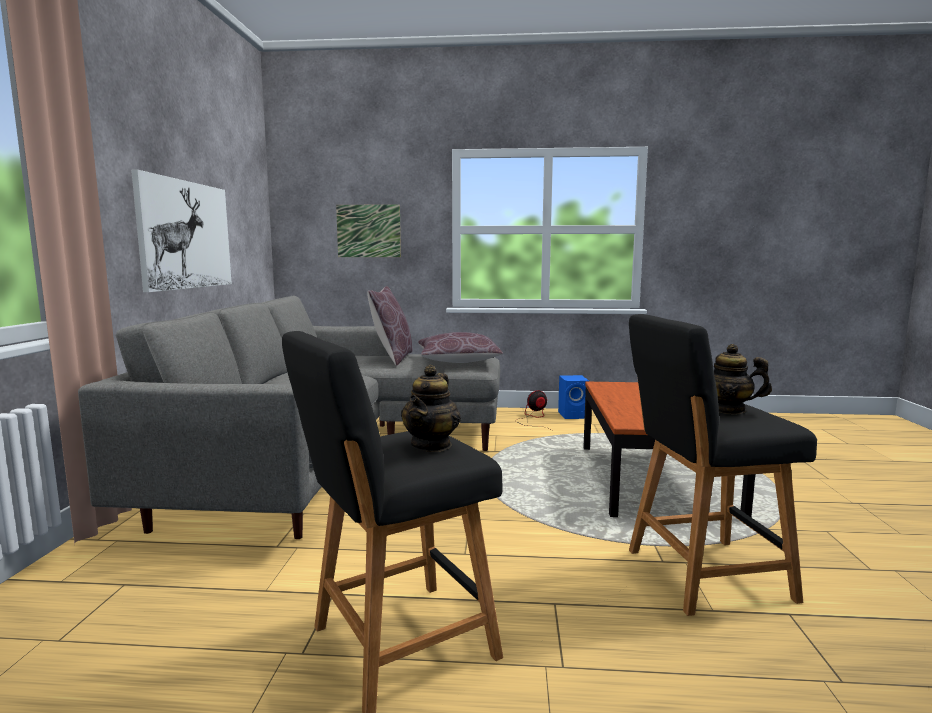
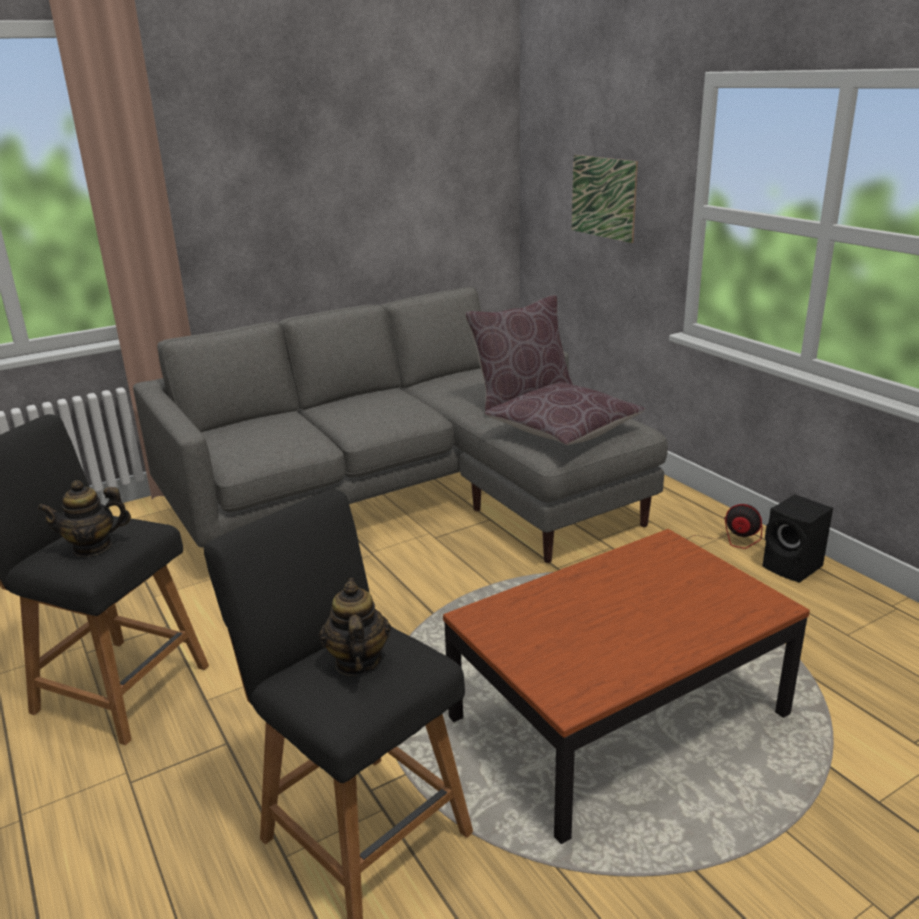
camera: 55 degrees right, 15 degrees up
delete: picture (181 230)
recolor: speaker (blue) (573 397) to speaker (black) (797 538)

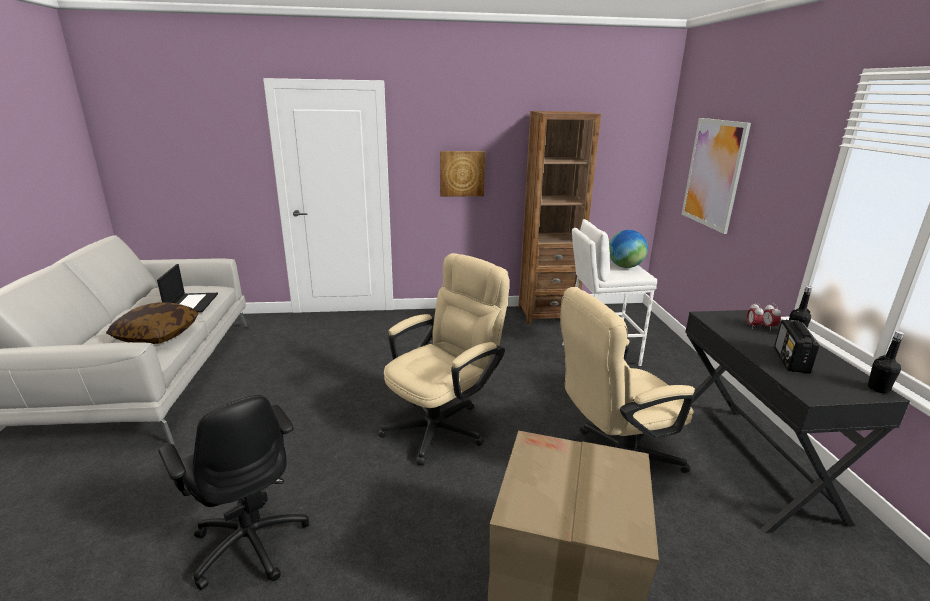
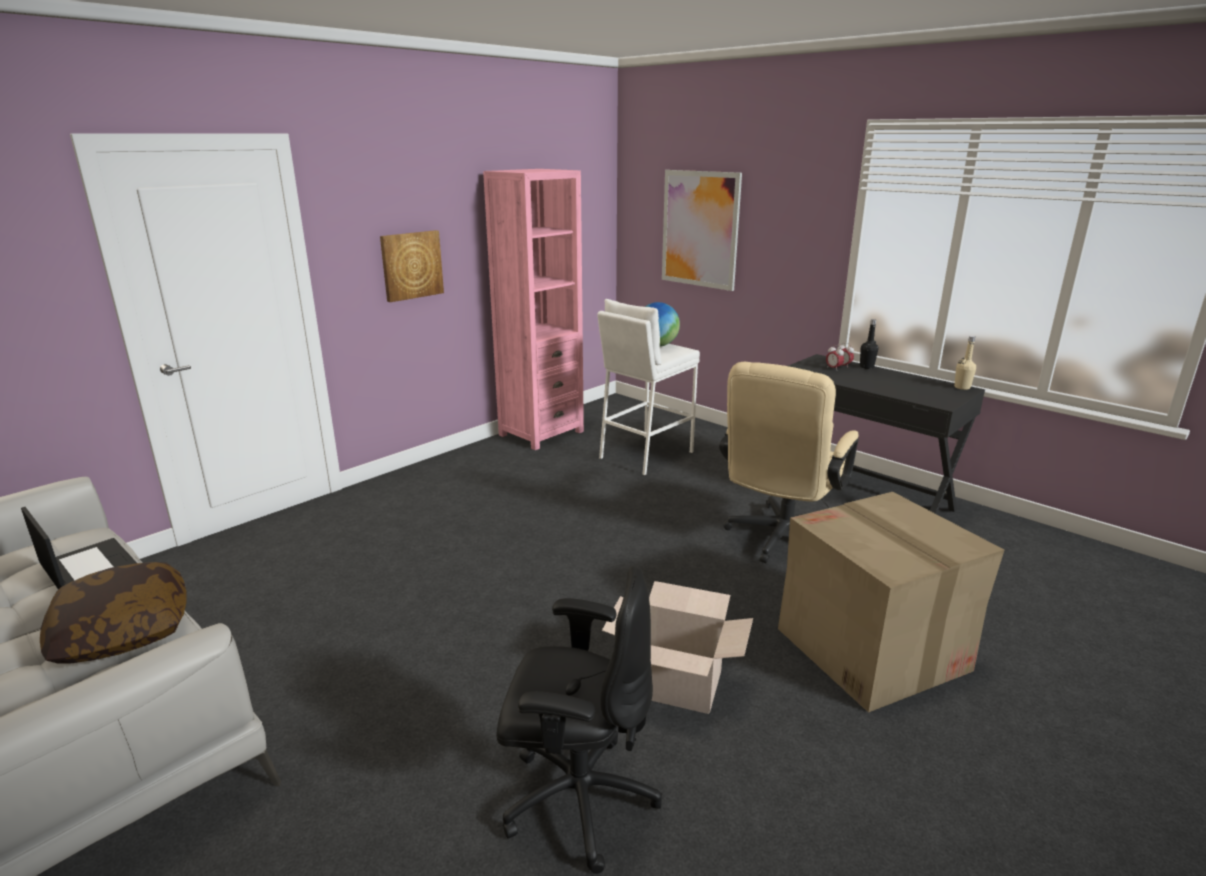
camera: 40 degrees left, 0 degrees up
delete: office chair (beige) (444 359); radio set (796 347)
insert: packing box (677 647)
recolor: bookshelf (brown) (559 217) to bookshelf (pink) (533 309); drink bottle (black) (886 362) to drink bottle (beige) (965 363)

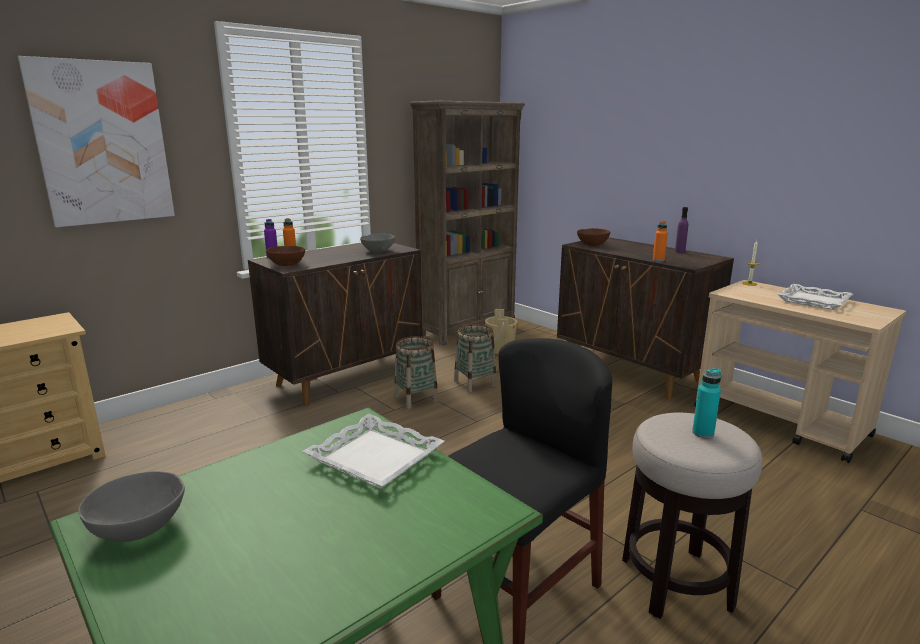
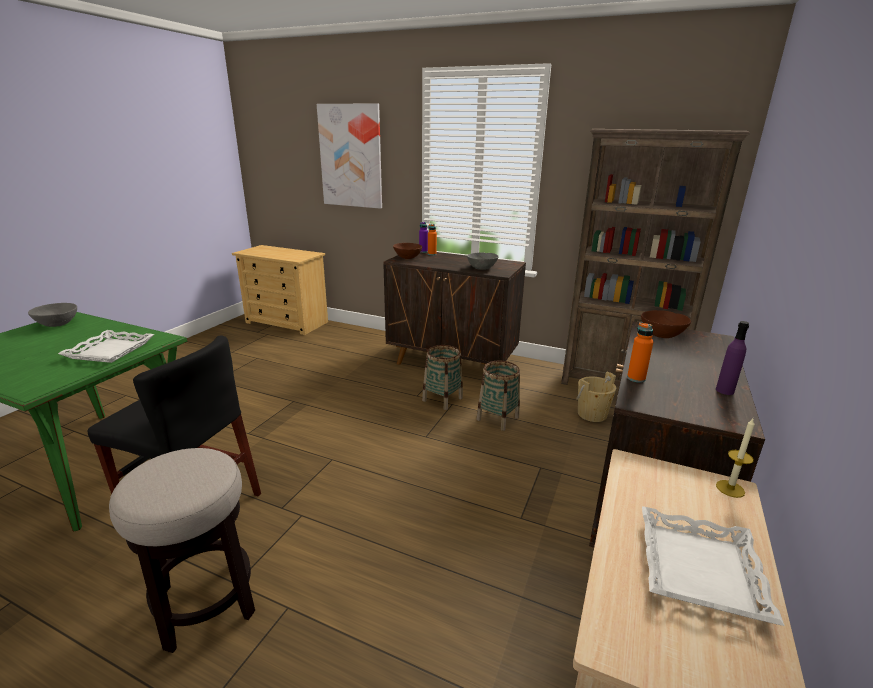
camera: 65 degrees right, 5 degrees up
delete: drink bottle (blue-green) (706 403)

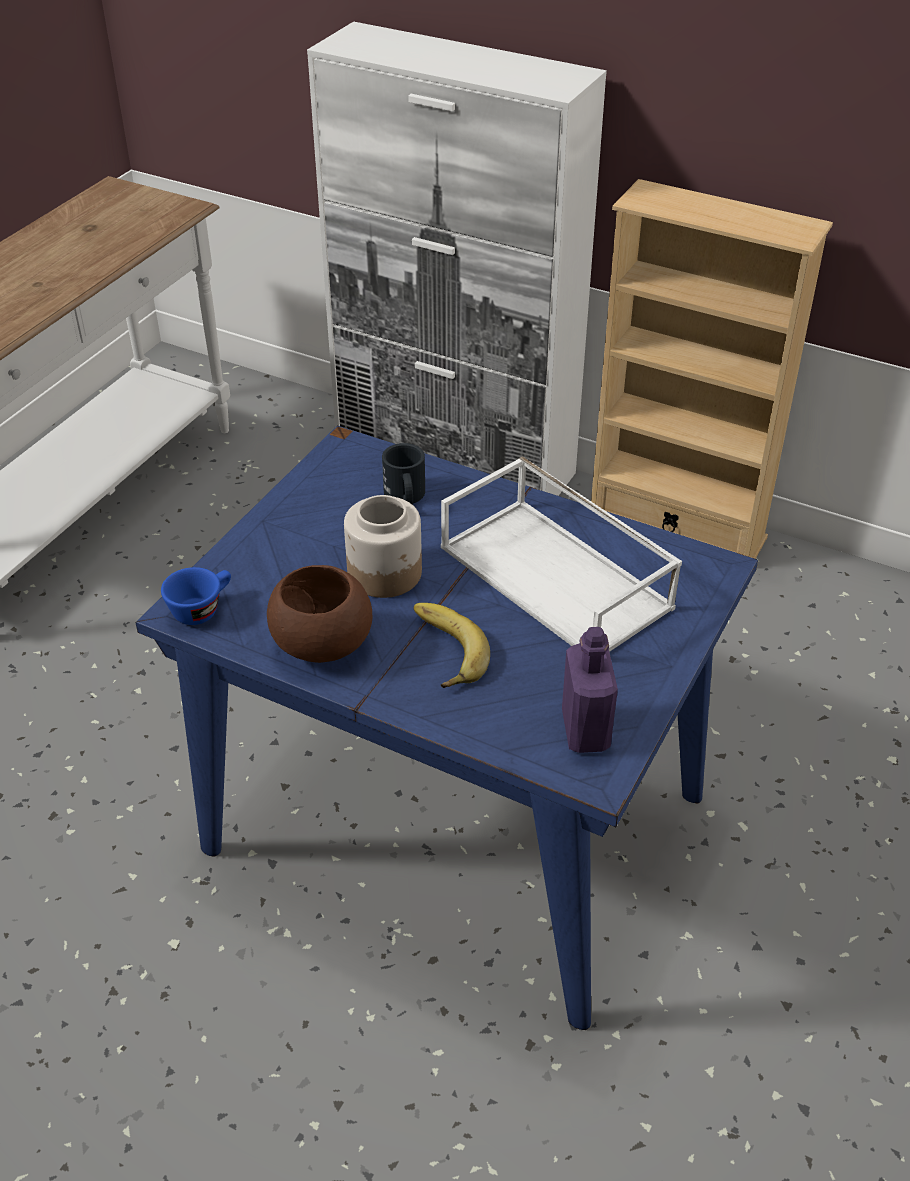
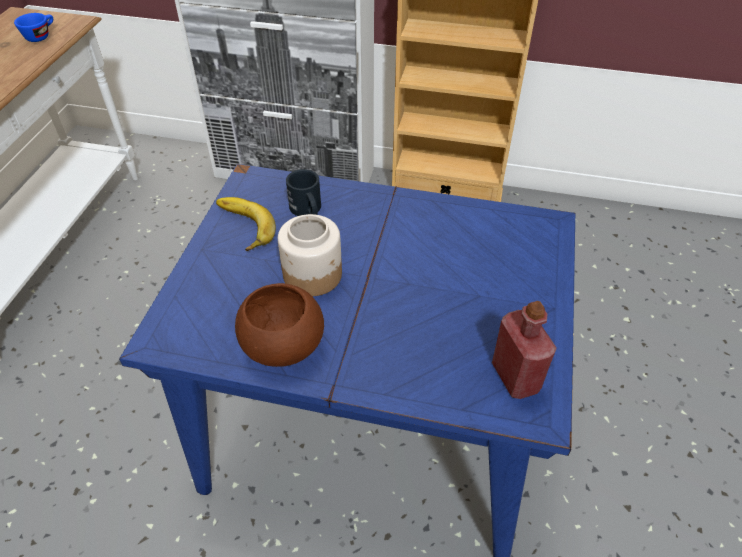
camera: 15 degrees left, 5 degrees up
delete: tray (white) (561 554)
move: small cup (blue) (196 596) to (33 27); banana fruit (452 645) to (246 224)
recolor: drink bottle (purple-coloured) (590 690) to drink bottle (red-coloured) (524 350)

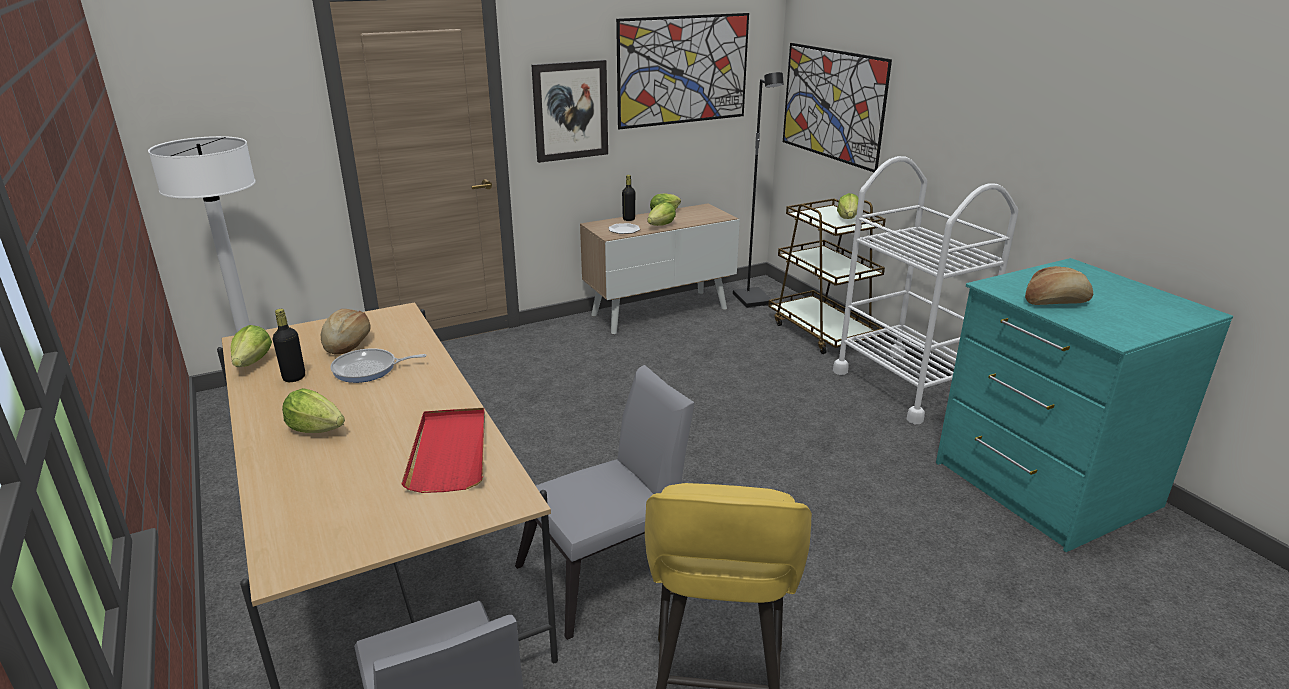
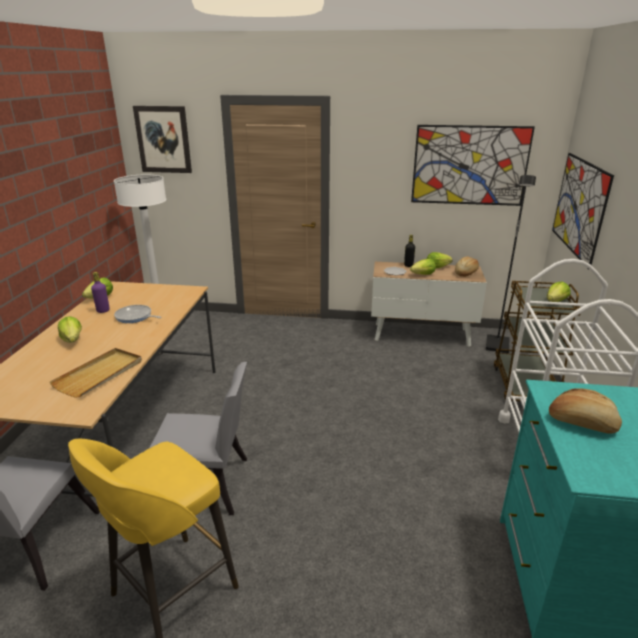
camera: 35 degrees right, 0 degrees up
move: bread (346 331) to (467 266); picture (570 111) to (162 139)
recolor: drink bottle (black) (289 345) to drink bottle (purple-coloured) (100 292); tray (red-coloured) (443 450) to tray (beige) (96 373)

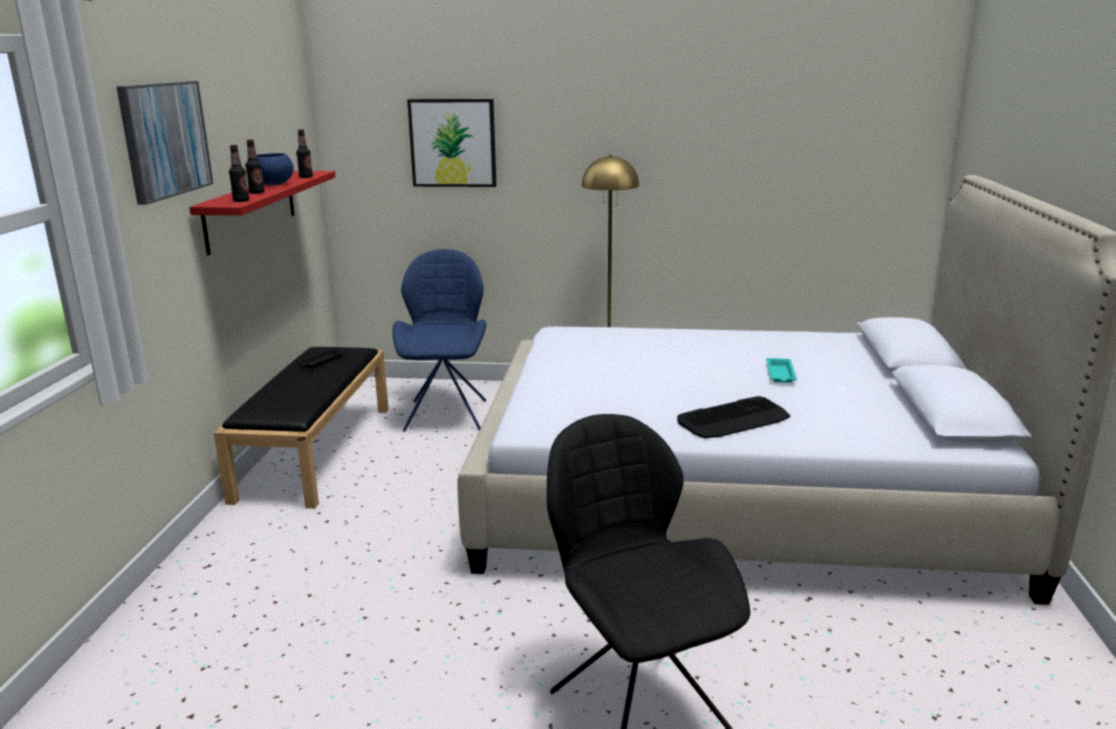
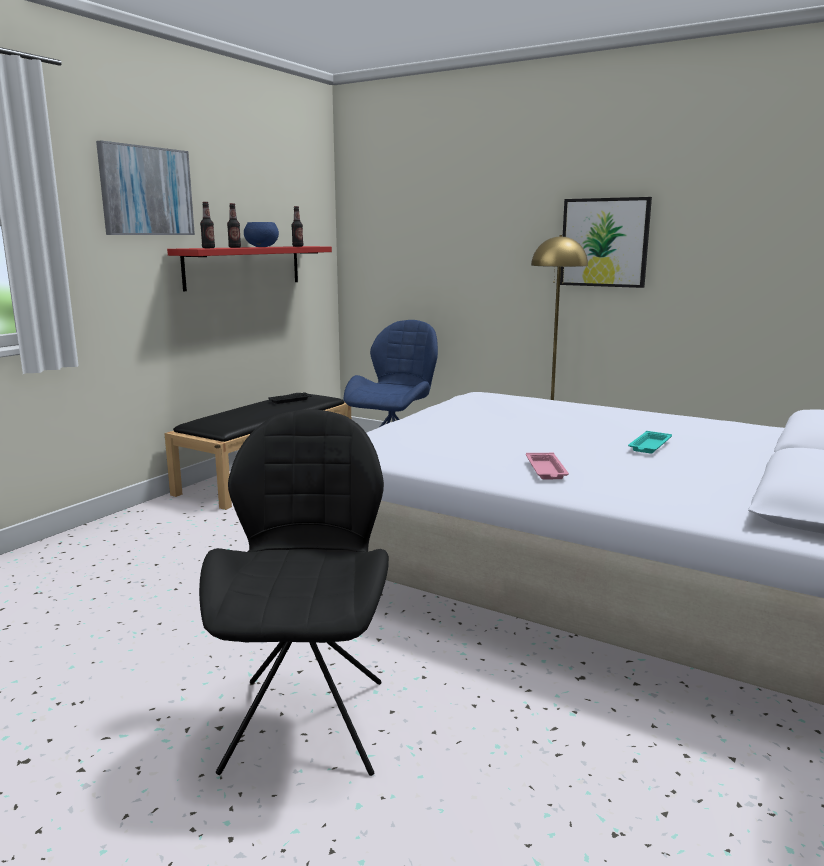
camera: 25 degrees right, 5 degrees down
move: picture (452 143) to (606 242)
replace: PC keyboard (733 417) to tray (pink) (547 466)

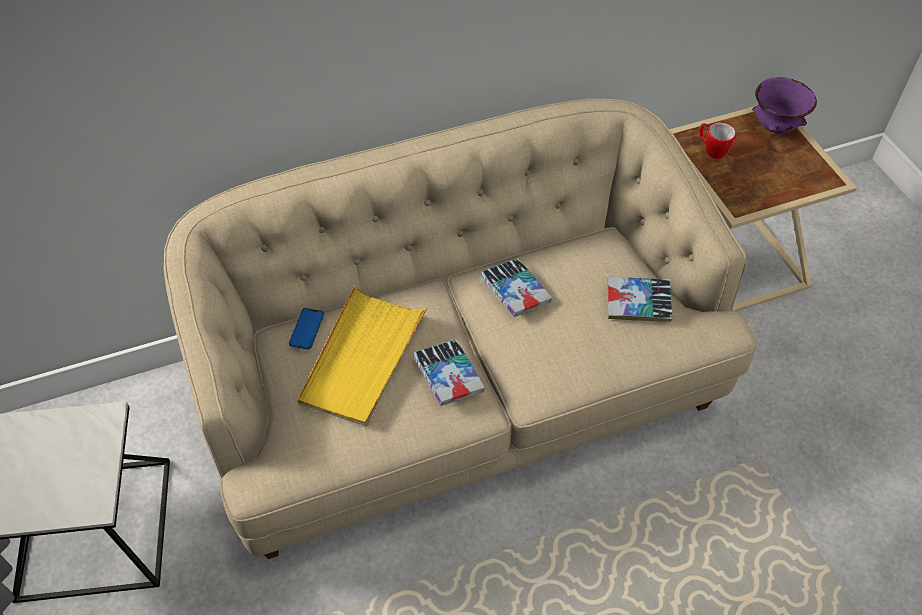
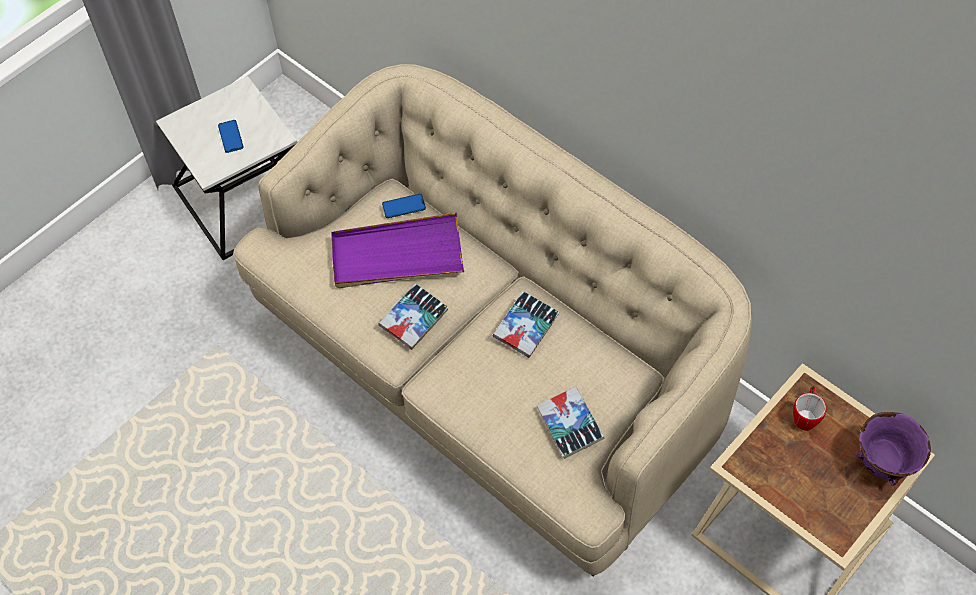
camera: 65 degrees right, 5 degrees up
insert: phone (231 136)
recolor: tray (yellow) (362 355) to tray (purple-coloured) (397 250)

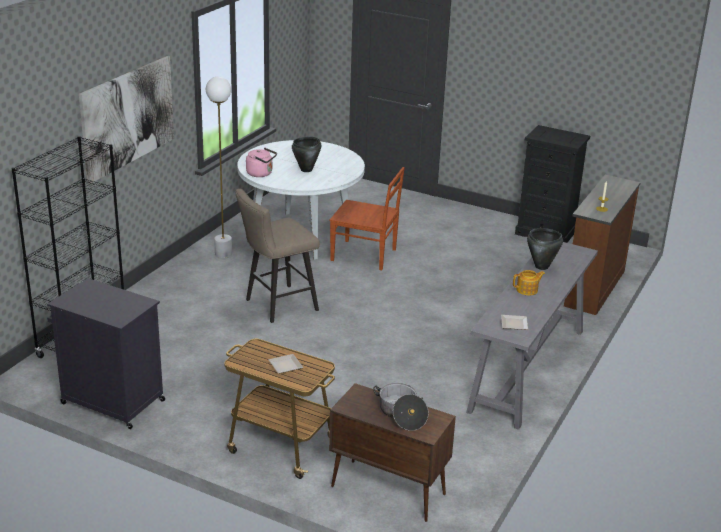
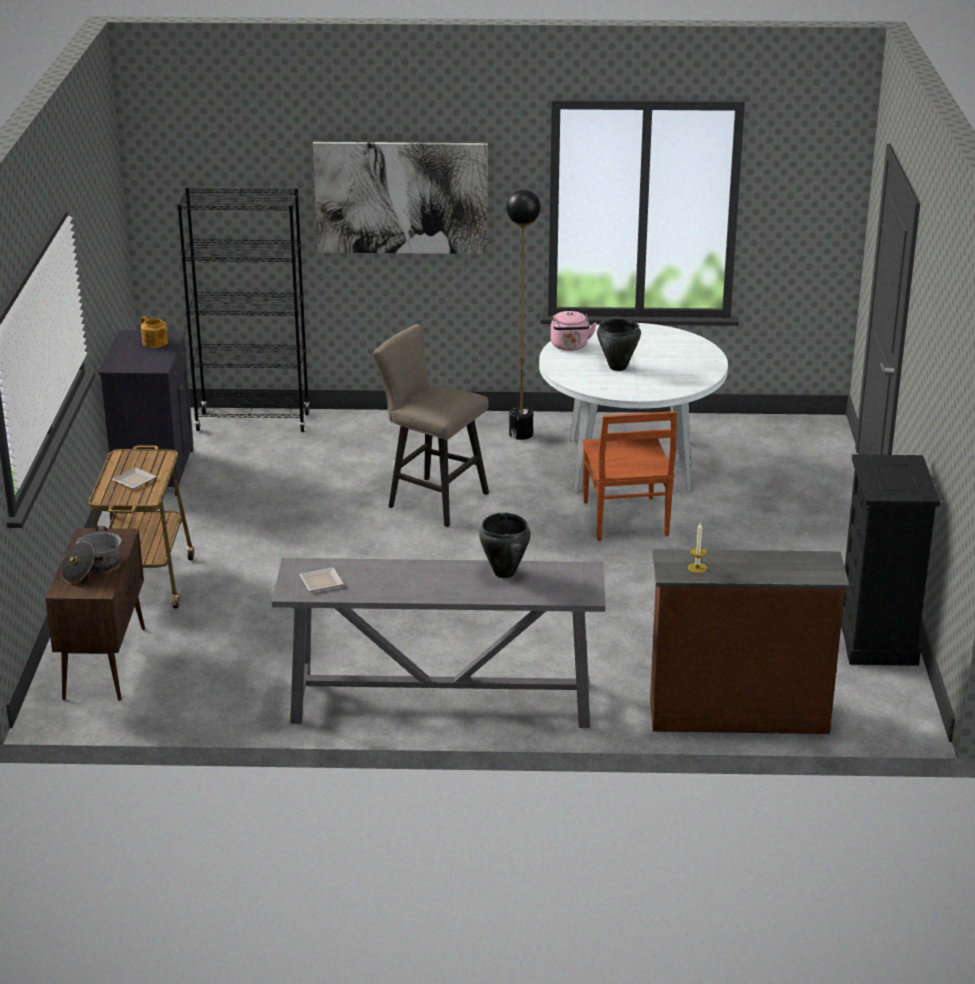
camera: 65 degrees right, 0 degrees up
move: pot for tea (529 282) to (154 332)
recolor: floor lamp (white) (219 167) to floor lamp (black) (523 314)

